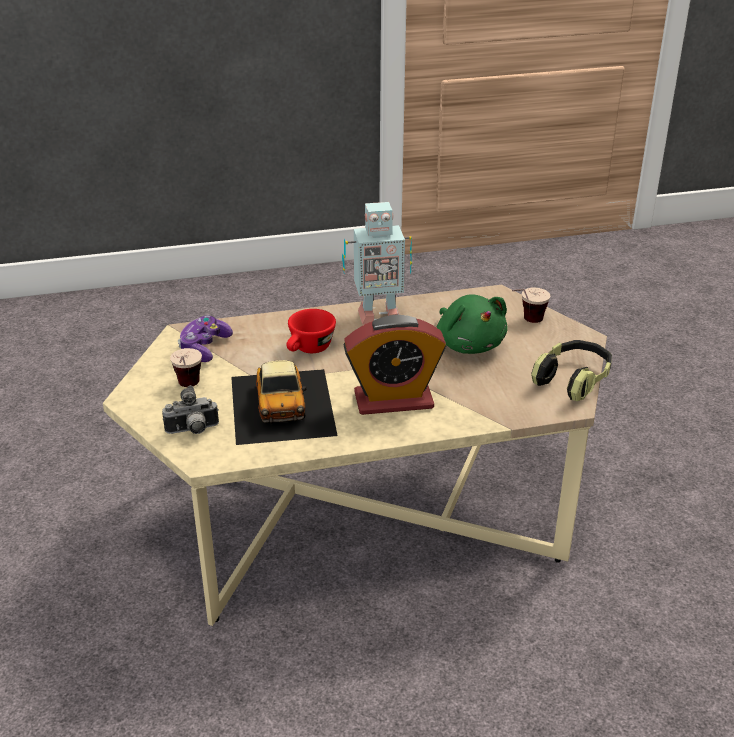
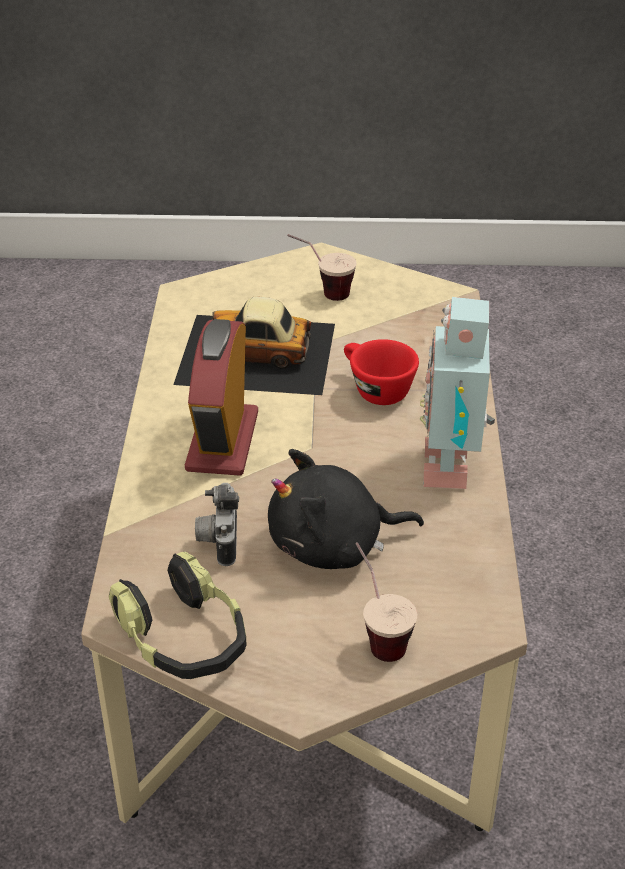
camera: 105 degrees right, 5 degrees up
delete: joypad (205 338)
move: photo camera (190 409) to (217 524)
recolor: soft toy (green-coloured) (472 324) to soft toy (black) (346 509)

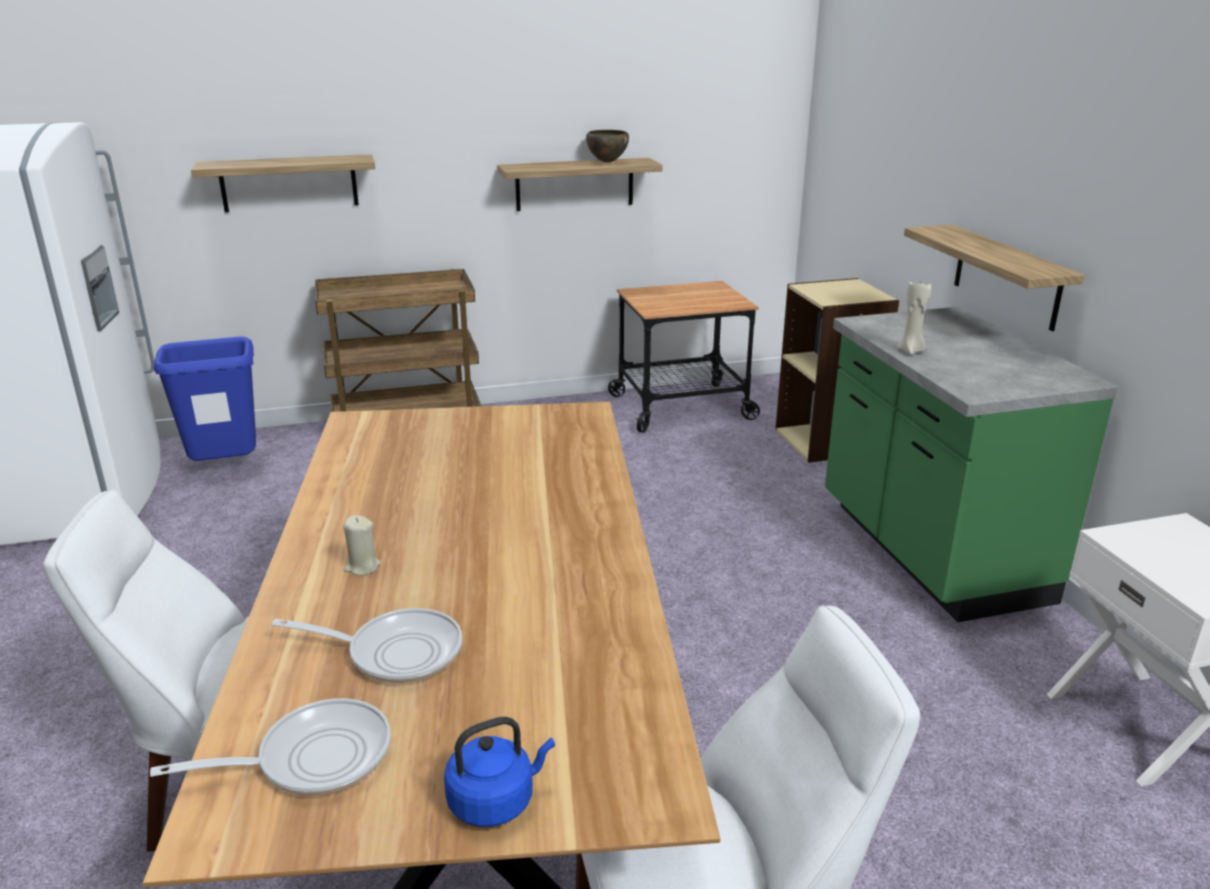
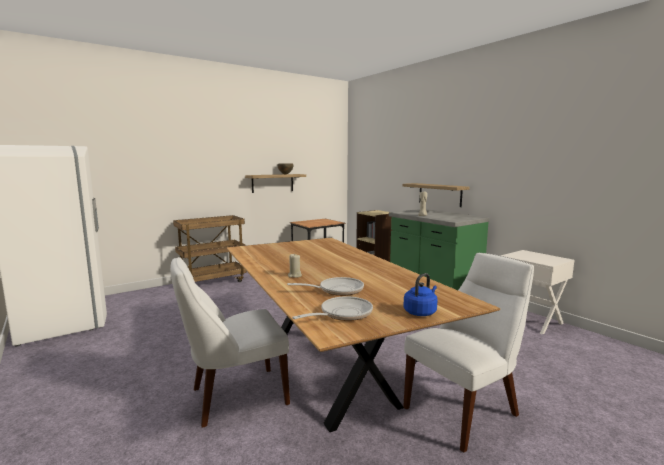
camera: 20 degrees left, 15 degrees down
delete: waste bin (blue) (205 398); wall shelf (283 183)

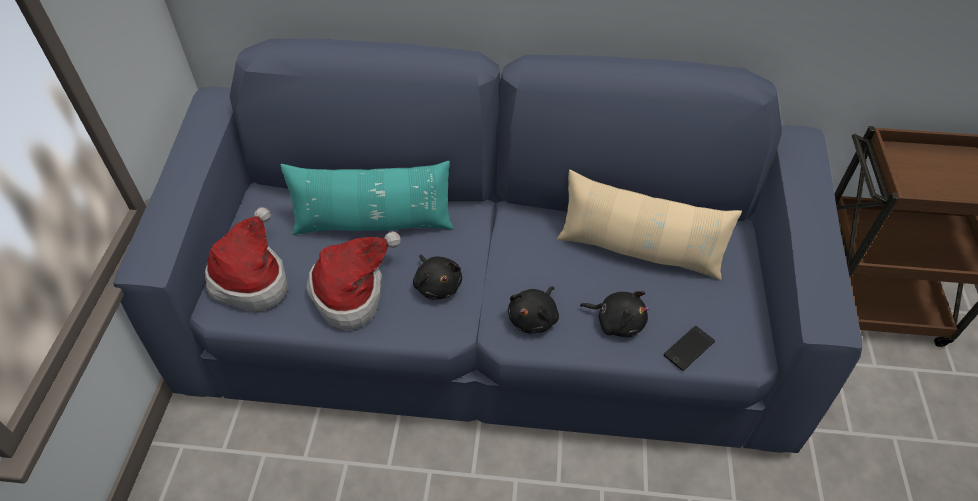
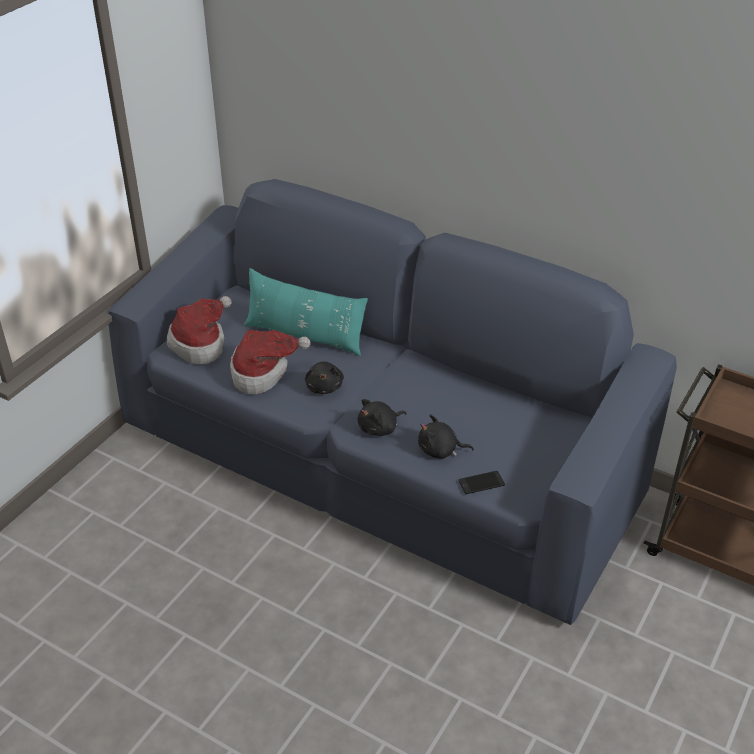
camera: 25 degrees right, 10 degrees down
delete: throw pillow (beige) (649 225)
rotate: soft toy (black) (614 314) = (446 436) 135 degrees clockwise

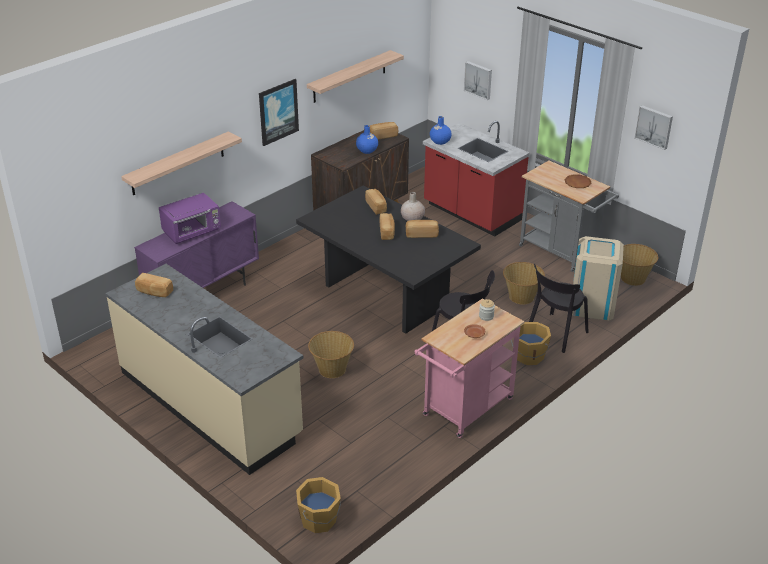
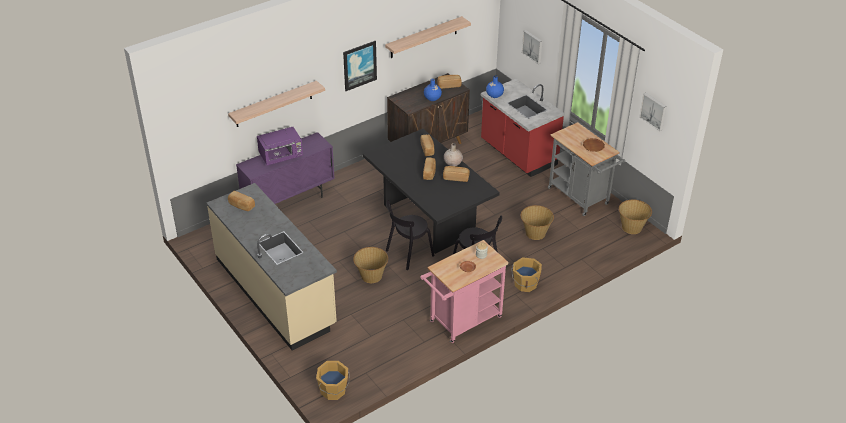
camera: 10 degrees right, 5 degrees up
delete: waste bin (beige) (598 278)
move: plain chair (black) (559 308) to (410 235)

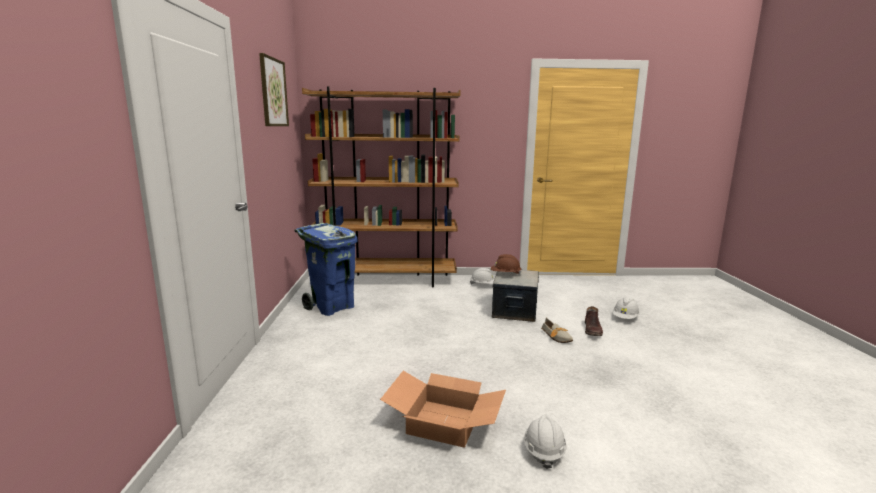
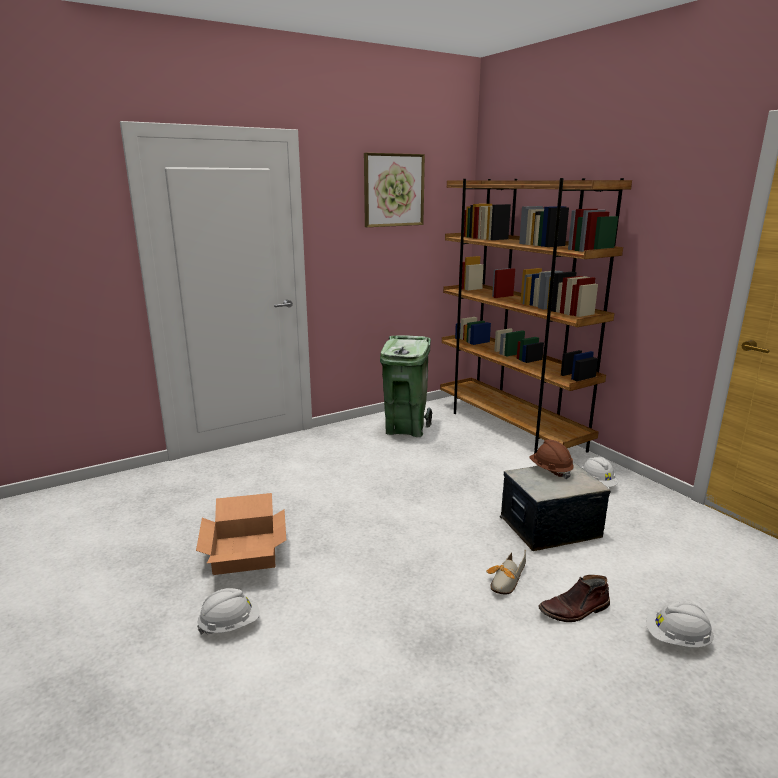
camera: 60 degrees right, 5 degrees up
recolor: waste bin (blue) (326 269) to waste bin (green-coloured) (406 386)

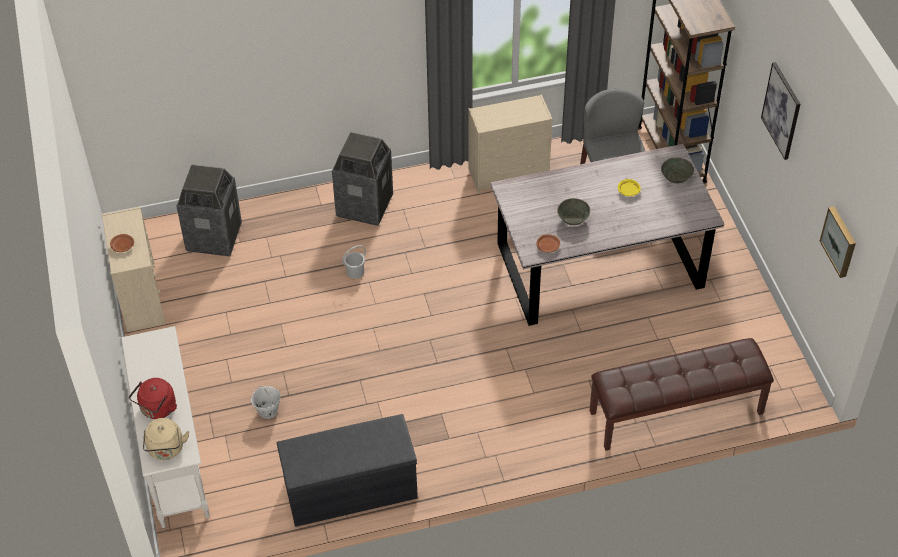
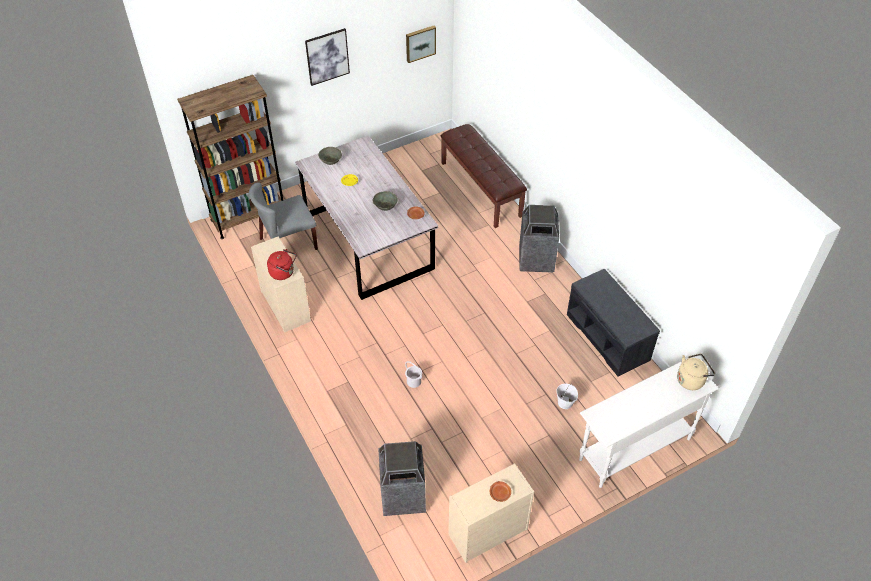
camera: 105 degrees left, 0 degrees up
move: kettle (red-coloured) (153 398) to (281 264); waste bin (362 179) to (539 239)

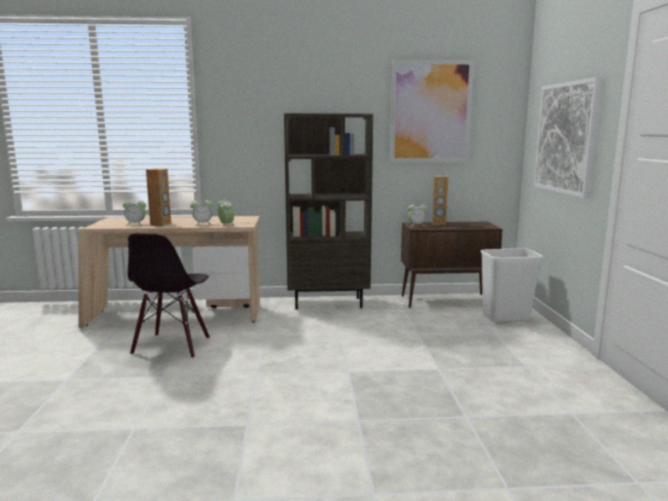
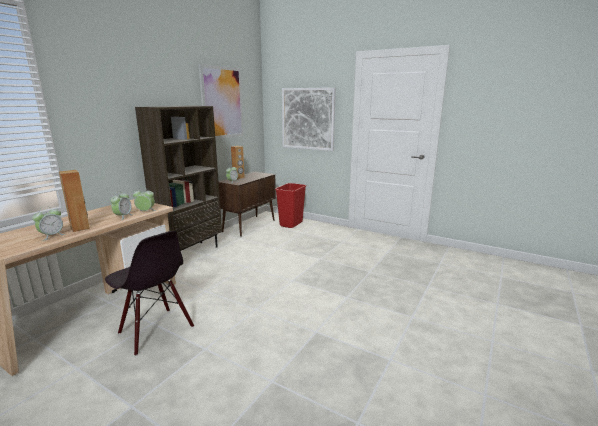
camera: 55 degrees left, 5 degrees up
recolor: waste bin (white) (512 285) to waste bin (red-coloured) (290 205)

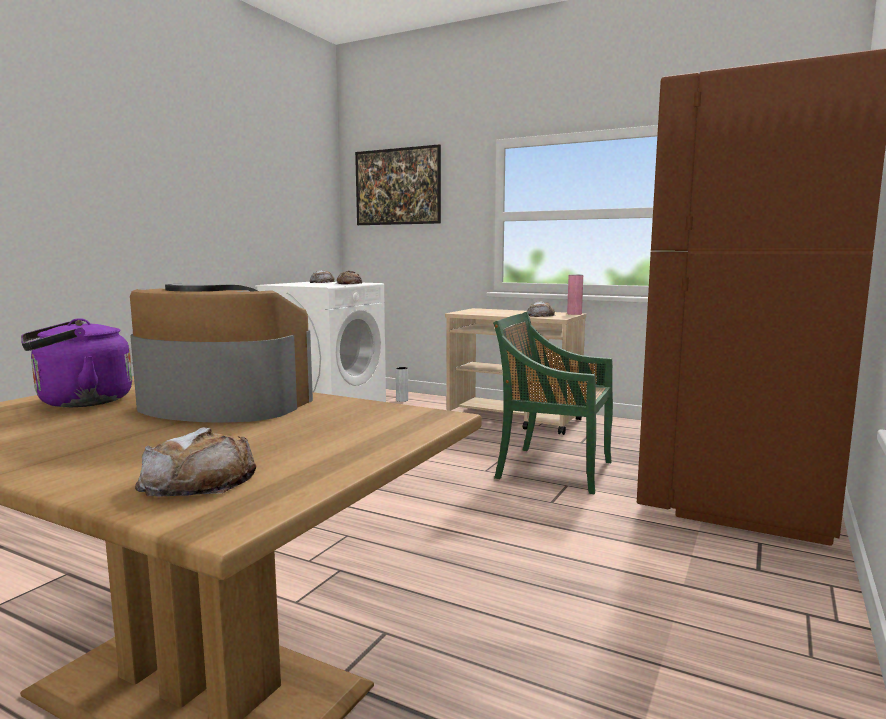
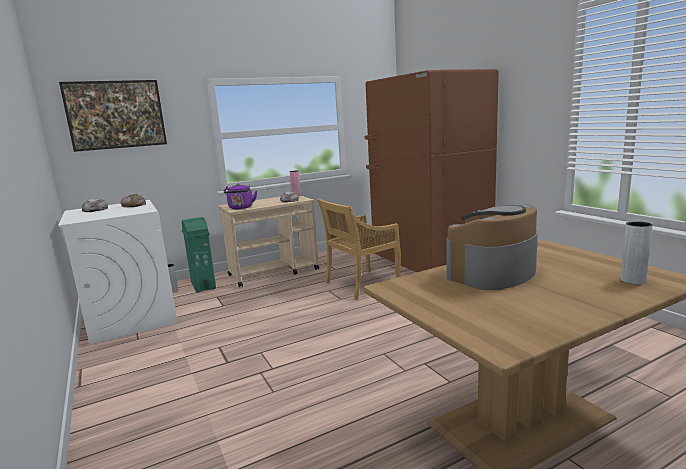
camera: 55 degrees left, 5 degrees up
insert: waste bin (green-coloured) (199 255)
move: kettle (purple-coloured) (76 362) to (240 196)
replace: bread (195 462) to flower vase (greyish) (636 252)
recolor: plain chair (green-coloured) (553 403) to plain chair (beige) (359 249)

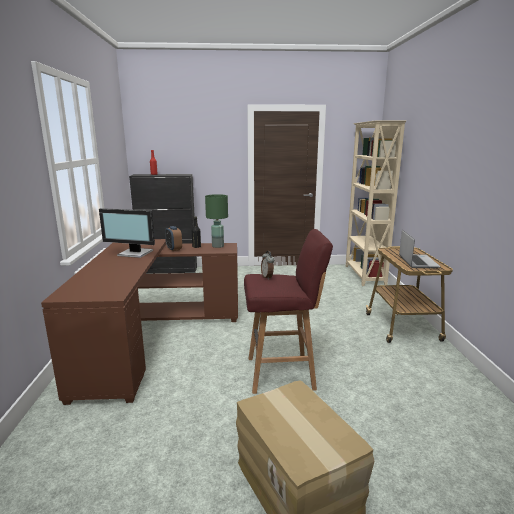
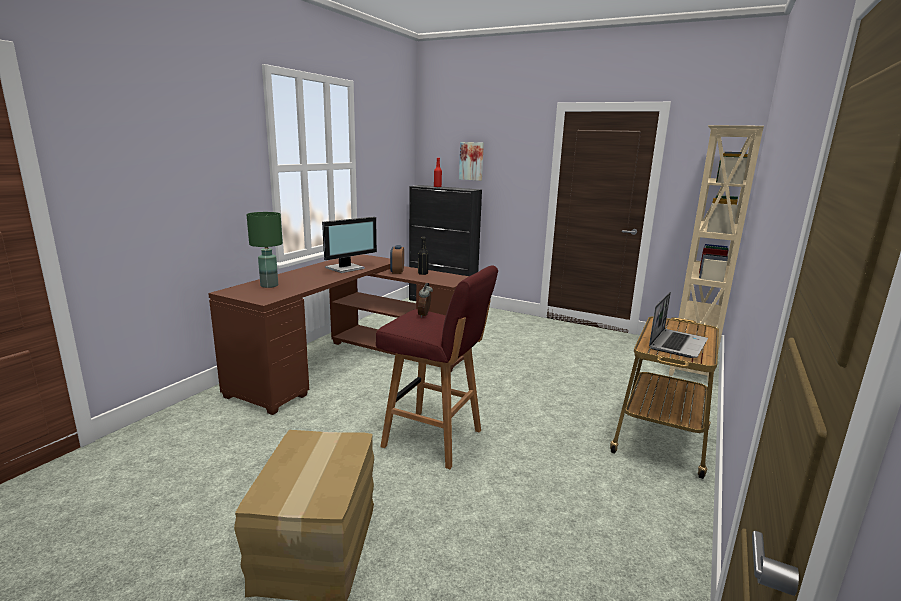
camera: 30 degrees right, 0 degrees up
insert: picture (471 161)
move: lamp for a table (green-coloured) (216 221) to (265 250)
rotate: computer display (127 233) = (349 245) 90 degrees counterclockwise

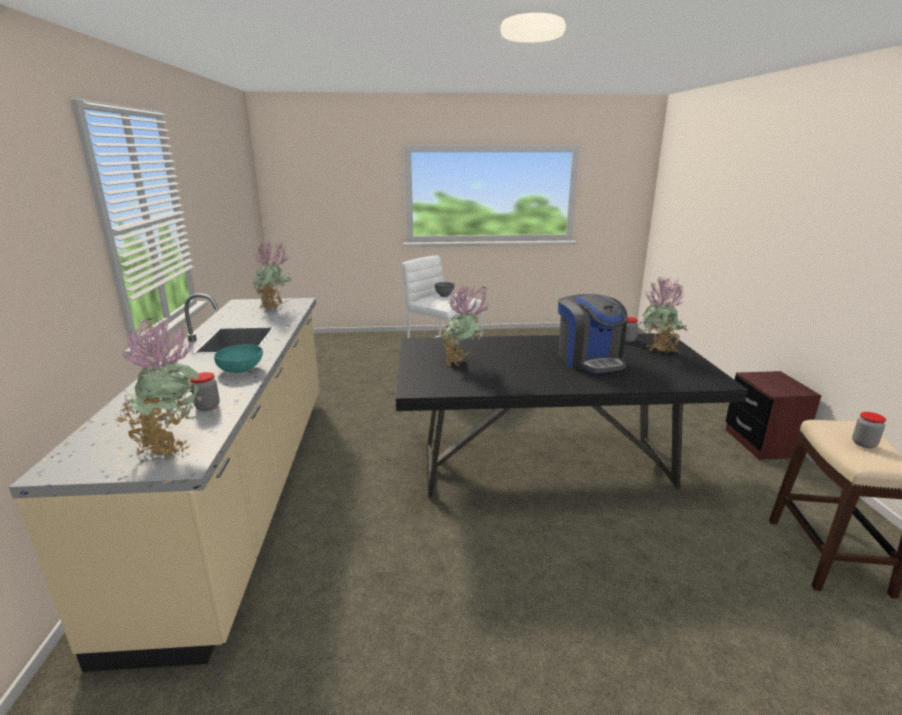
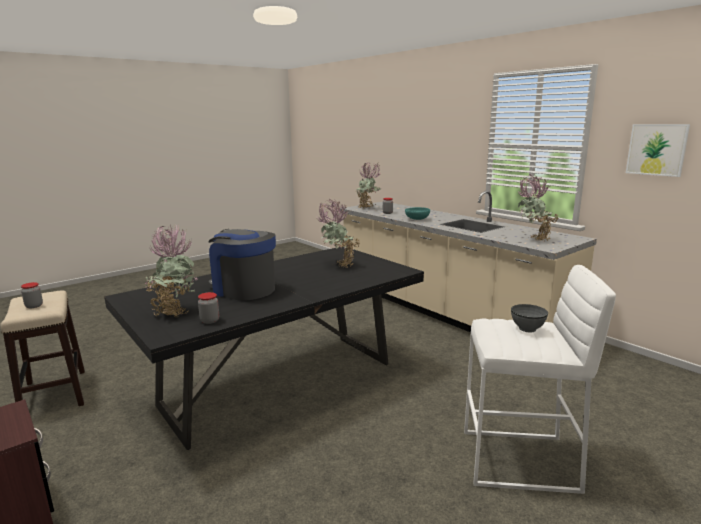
camera: 145 degrees right, 5 degrees down
insert: picture (658 150)

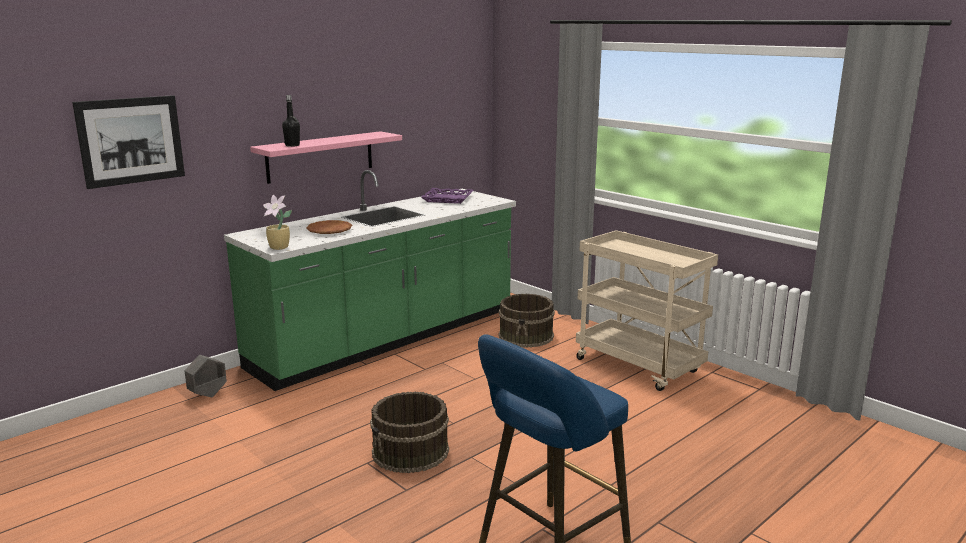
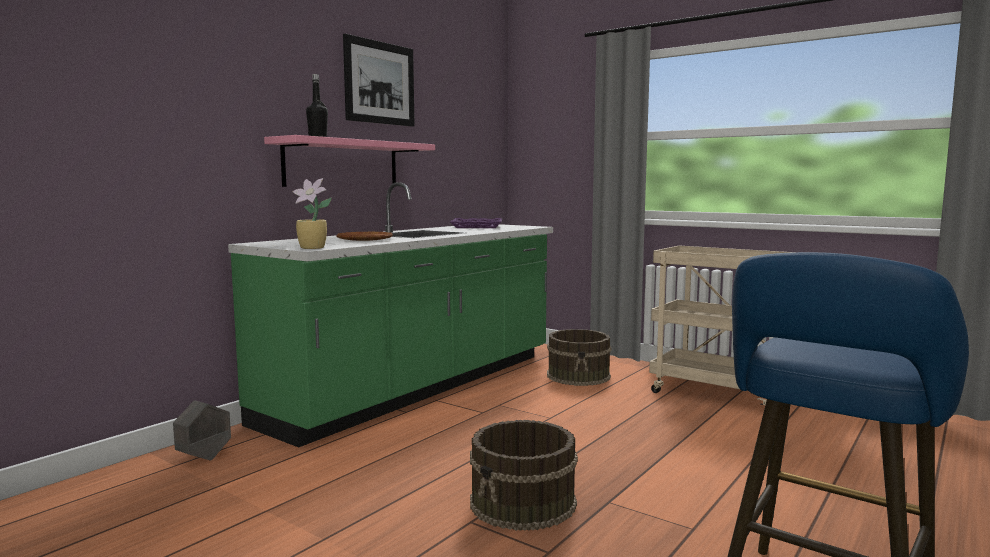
camera: 10 degrees left, 10 degrees down
move: picture (128 142) to (379 80)

